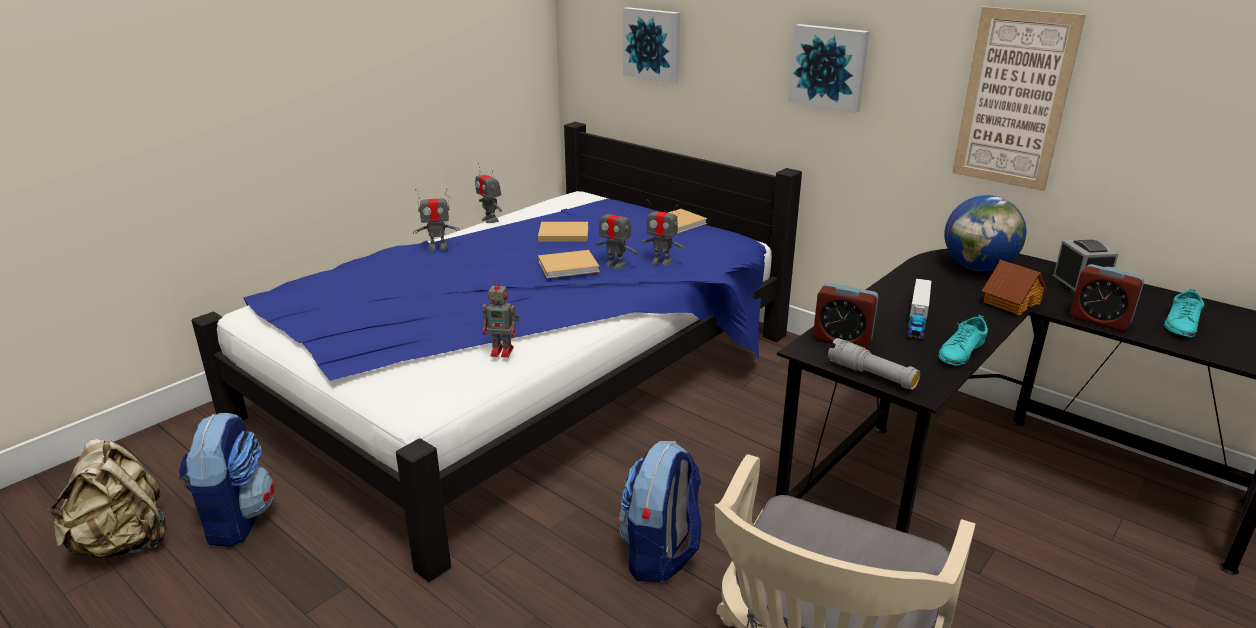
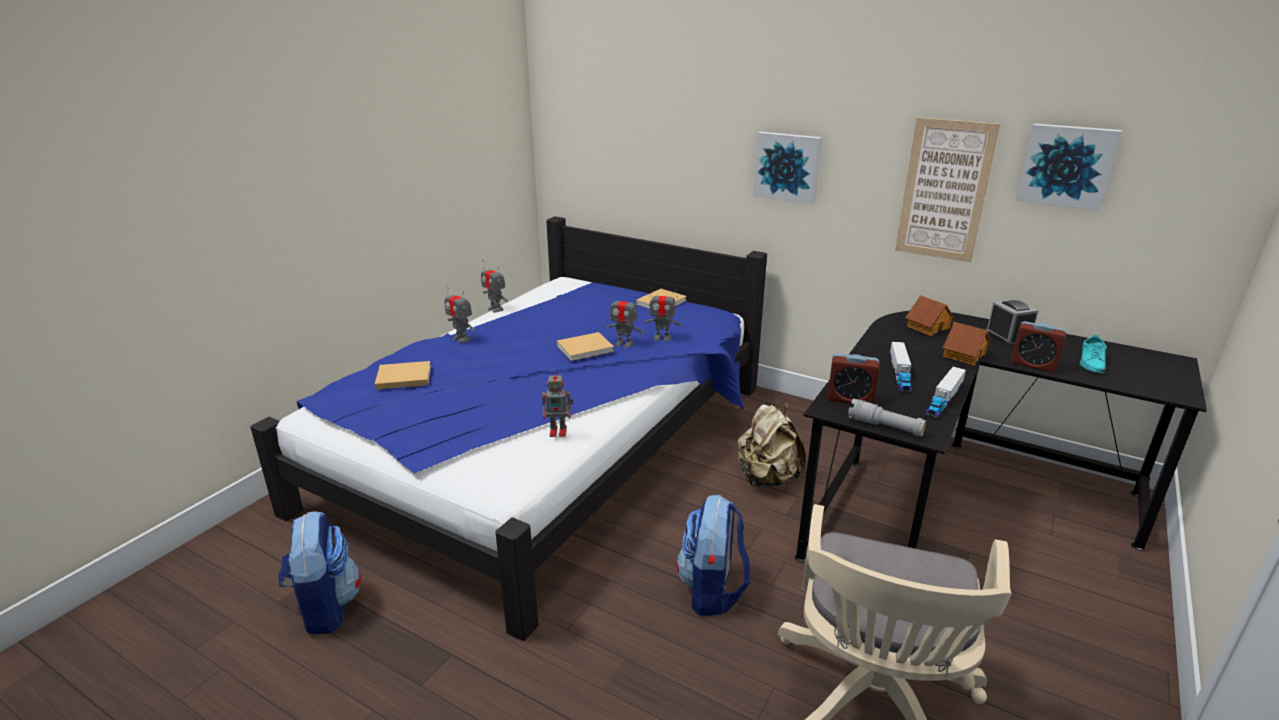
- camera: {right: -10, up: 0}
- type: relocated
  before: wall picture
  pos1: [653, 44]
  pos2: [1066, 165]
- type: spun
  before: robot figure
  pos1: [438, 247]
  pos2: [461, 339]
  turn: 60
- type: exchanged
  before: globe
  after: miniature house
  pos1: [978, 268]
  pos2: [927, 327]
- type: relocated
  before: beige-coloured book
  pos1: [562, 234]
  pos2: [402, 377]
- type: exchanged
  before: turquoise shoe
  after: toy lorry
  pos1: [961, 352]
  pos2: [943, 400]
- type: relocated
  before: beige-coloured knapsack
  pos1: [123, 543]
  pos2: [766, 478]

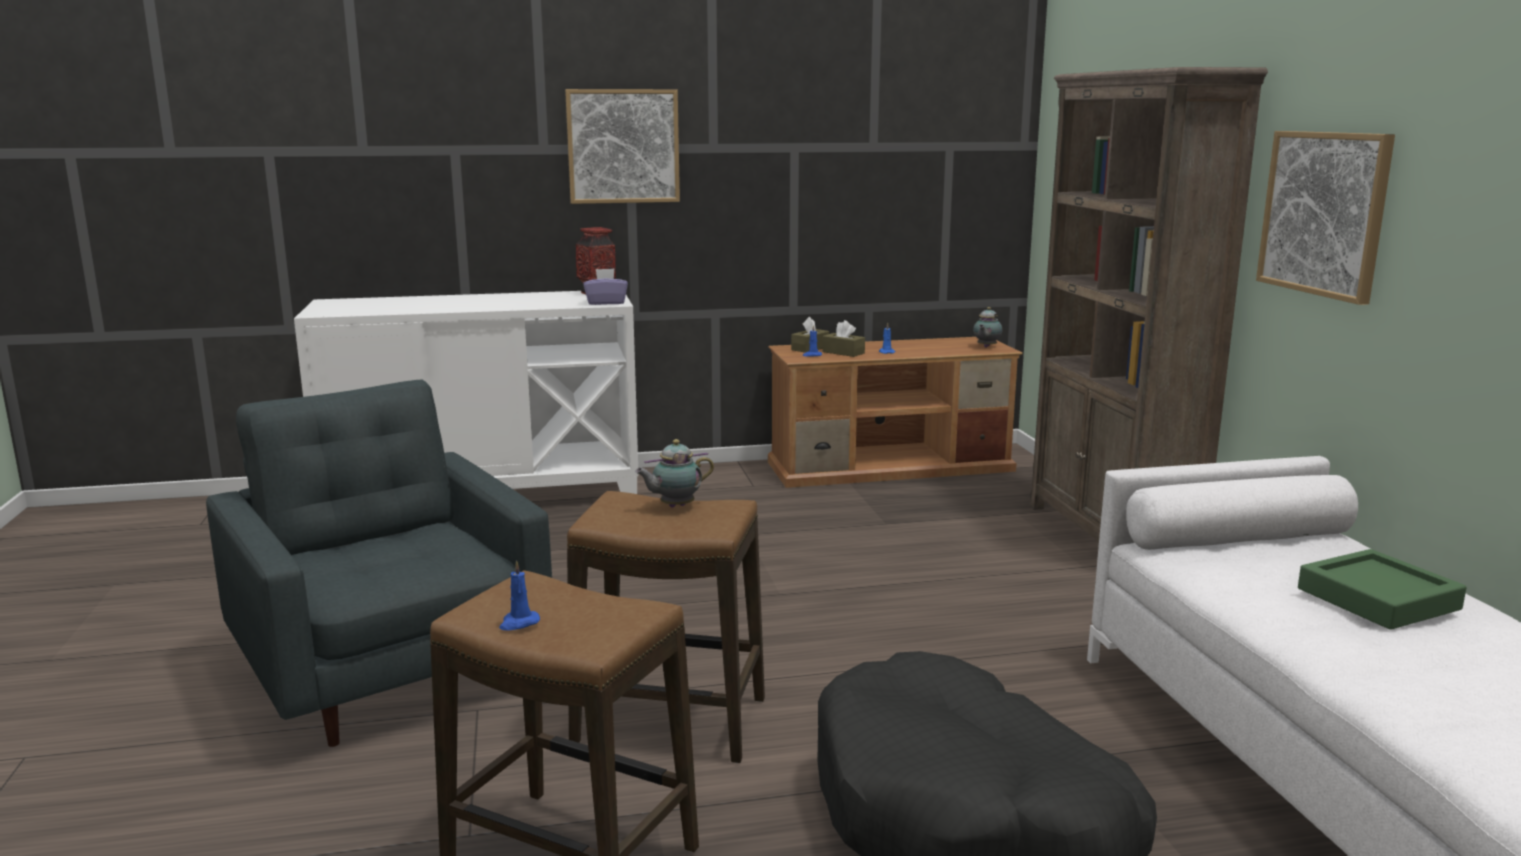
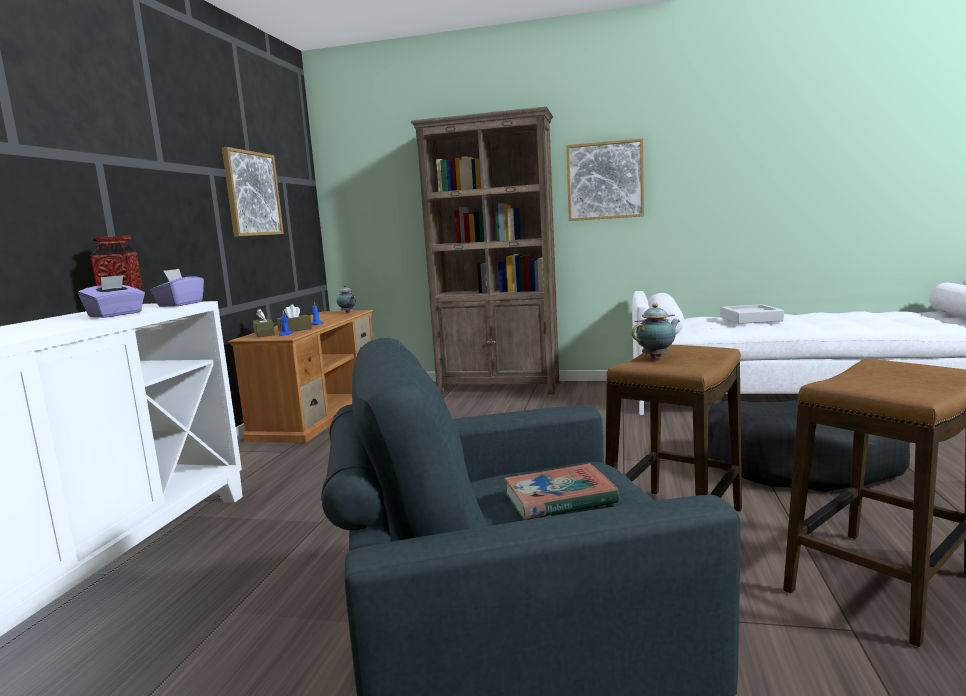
- camera: {right: -65, up: -5}
- type: relocated
  before: wall picture
  pos1: [623, 146]
  pos2: [252, 194]
- type: spun
  before: pot for tea
  pos1: [674, 506]
  pos2: [657, 357]
  turn: -120
- type: colour
  before: green tray
  after: greyish tray
  pos1: [1377, 599]
  pos2: [750, 319]
- type: missing
  before: blue-coloured candle
  pos1: [519, 623]
- type: appeared
  after: purplish box of tissues
  pos2: [116, 315]
- type: appeared
  after: book
  pos2: [559, 498]

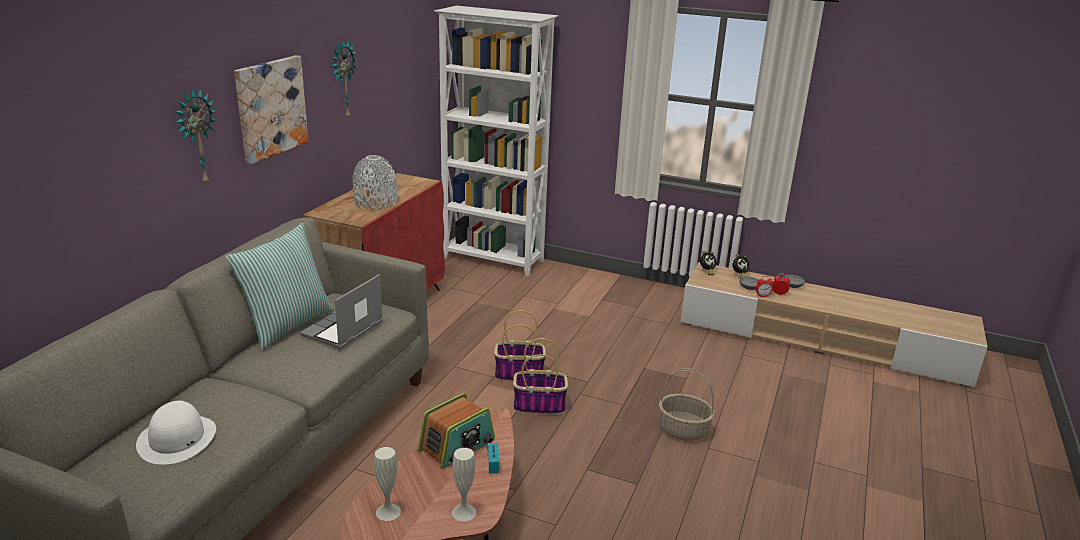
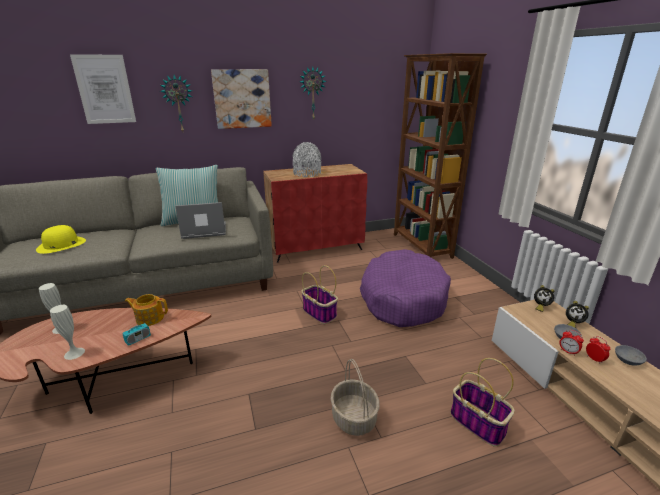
- camera: {right: 50, up: 0}
- type: colour
  before: white-coloured shelving unit
  after: brownish shelving unit
  pos1: [493, 260]
  pos2: [421, 246]
- type: relocated
  before: storage basket
  pos1: [540, 406]
  pos2: [478, 423]
- type: exchanged
  before: radio receiver
  after: pot for tea
  pos1: [457, 446]
  pos2: [149, 318]
- type: colour
  before: white-coloured wearable hat
  after: yellow wearable hat
  pos1: [177, 439]
  pos2: [61, 245]
- type: appeared
  after: wall picture
  pos2: [104, 89]
- type: appeared
  after: purplish pet bed
  pos2: [402, 298]

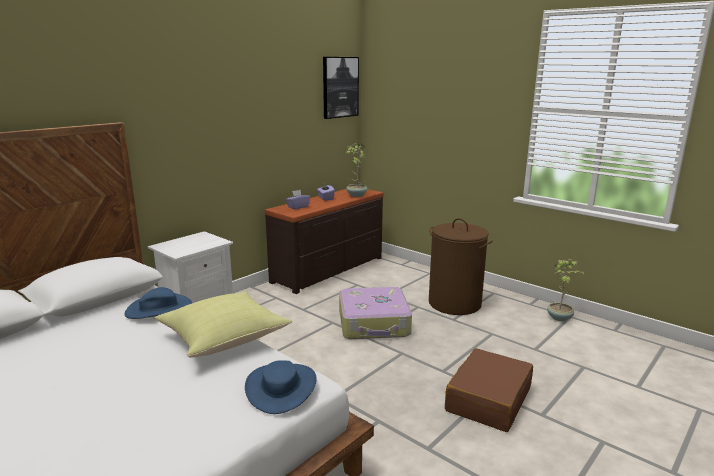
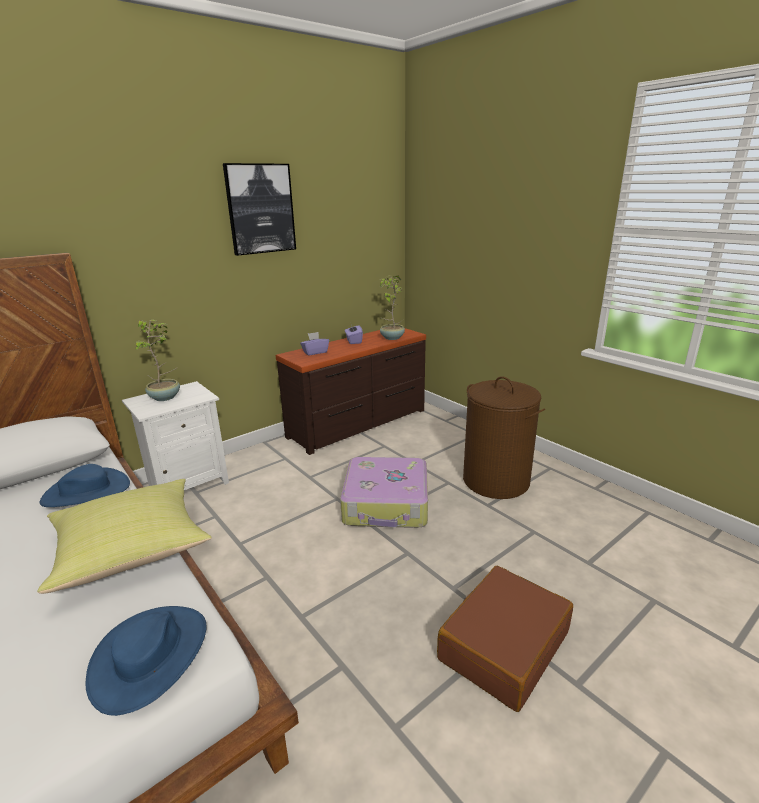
- camera: {right: 10, up: 5}
- type: relocated
  before: wall picture
  pos1: [340, 87]
  pos2: [260, 209]
- type: relocated
  before: houseplant
  pos1: [560, 318]
  pos2: [165, 397]

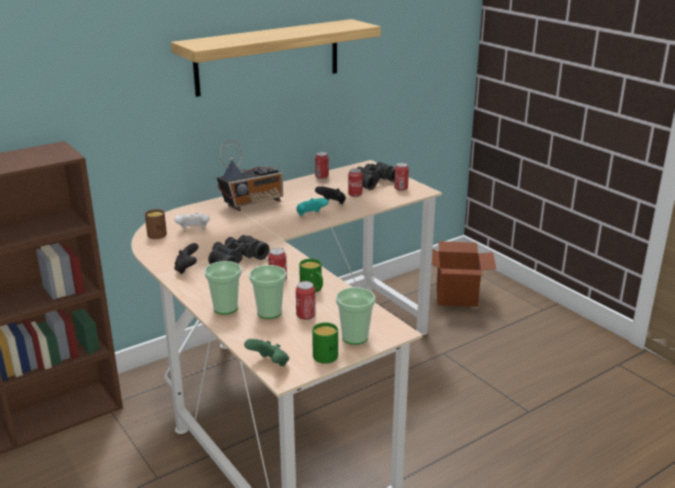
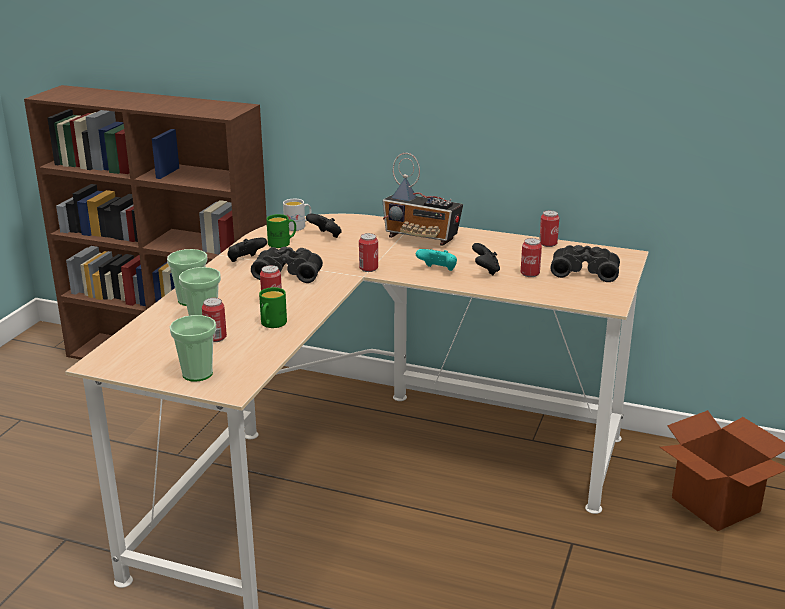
- camera: {right: 55, up: 0}
- type: missing
  before: shelf
  pos1: [268, 57]
- type: relocated
  before: sealed can
  pos1: [401, 188]
  pos2: [368, 269]
- type: colour
  before: brownish tea mug
  after: white-coloured tea mug
  pos1: [158, 233]
  pos2: [298, 226]
- type: colour
  before: white-coloured gamepad
  after: black gamepad
  pos1: [193, 230]
  pos2: [325, 236]
- type: relocated
  before: green tea mug
  pos1: [325, 354]
  pos2: [282, 243]
- type: missing
  before: green gamepad
  pos1: [269, 364]

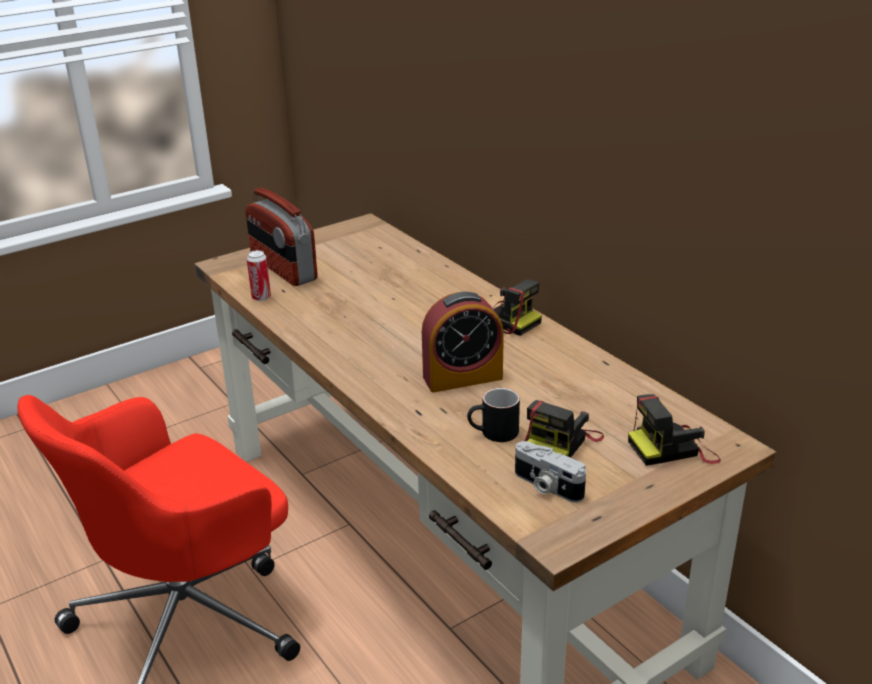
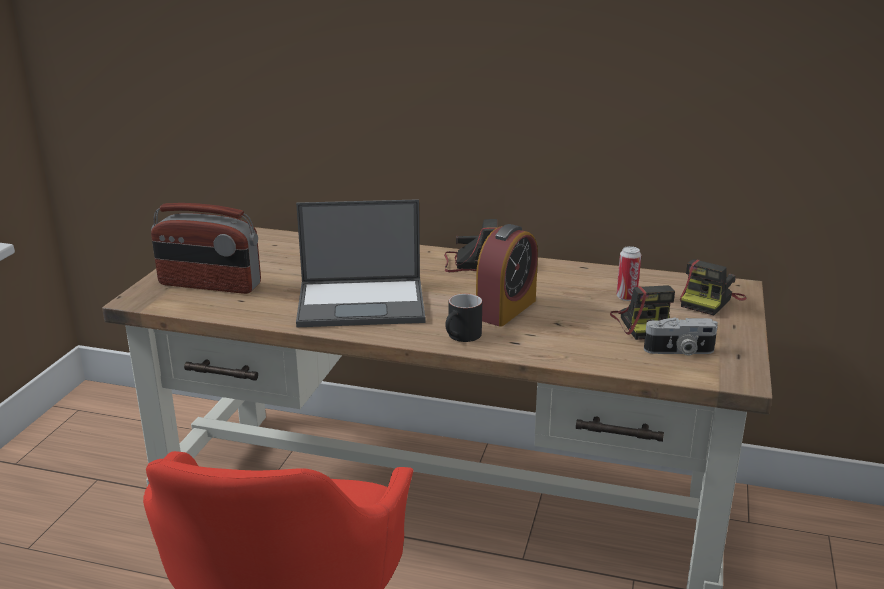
- camera: {right: -40, up: -5}
- type: relocated
  before: sealed can
  pos1: [261, 297]
  pos2: [626, 297]
- type: relocated
  before: black tea mug
  pos1: [493, 434]
  pos2: [462, 337]
- type: appeared
  after: laptop
  pos2: [363, 302]

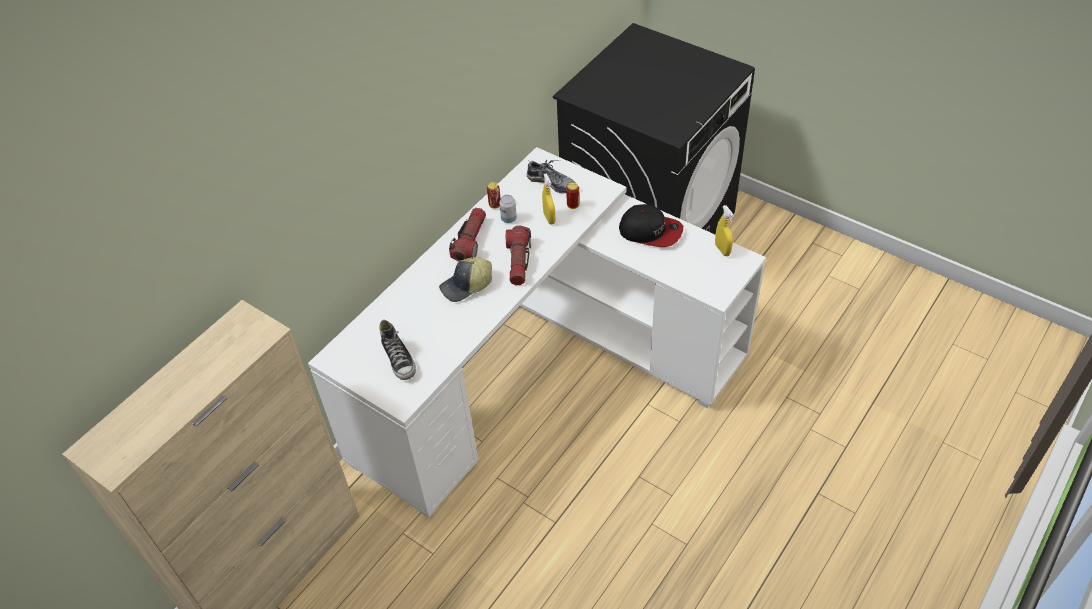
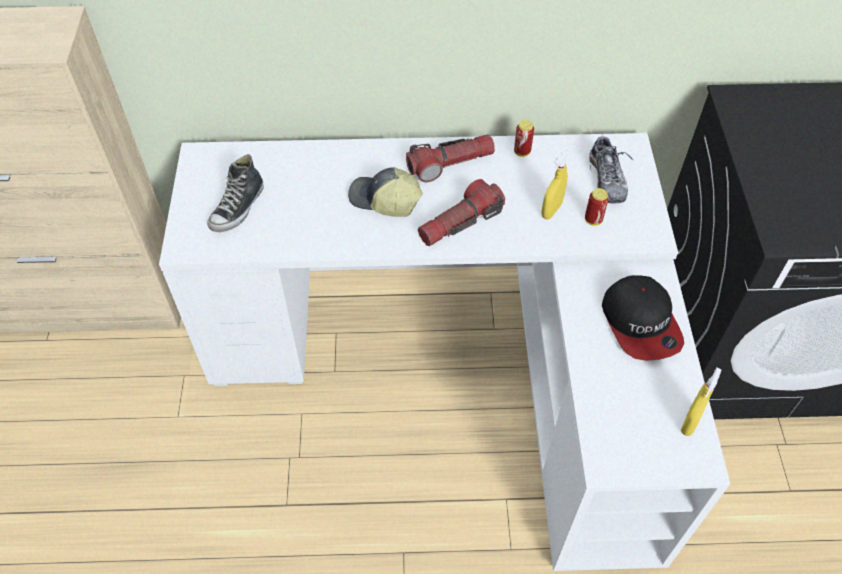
- camera: {right: 50, up: 5}
- type: missing
  before: sealed can
  pos1: [508, 219]

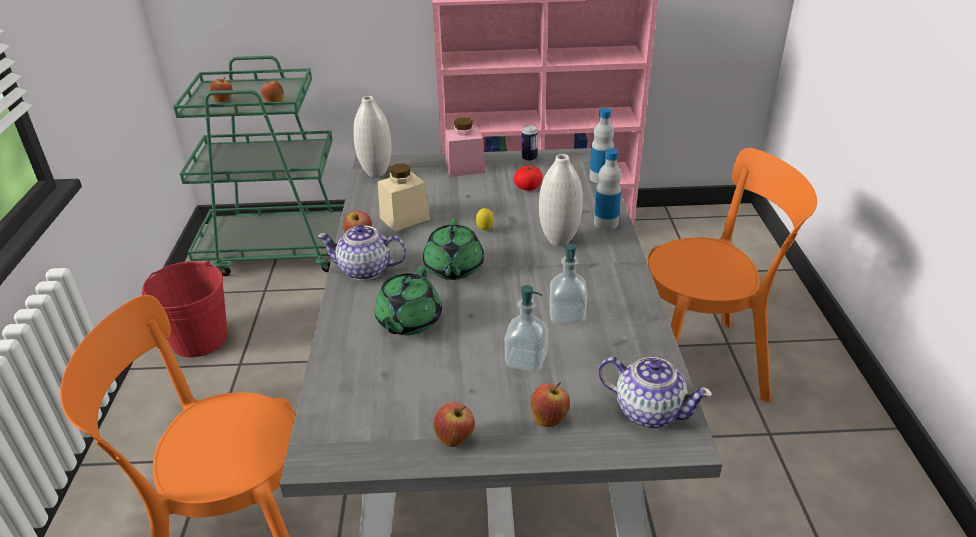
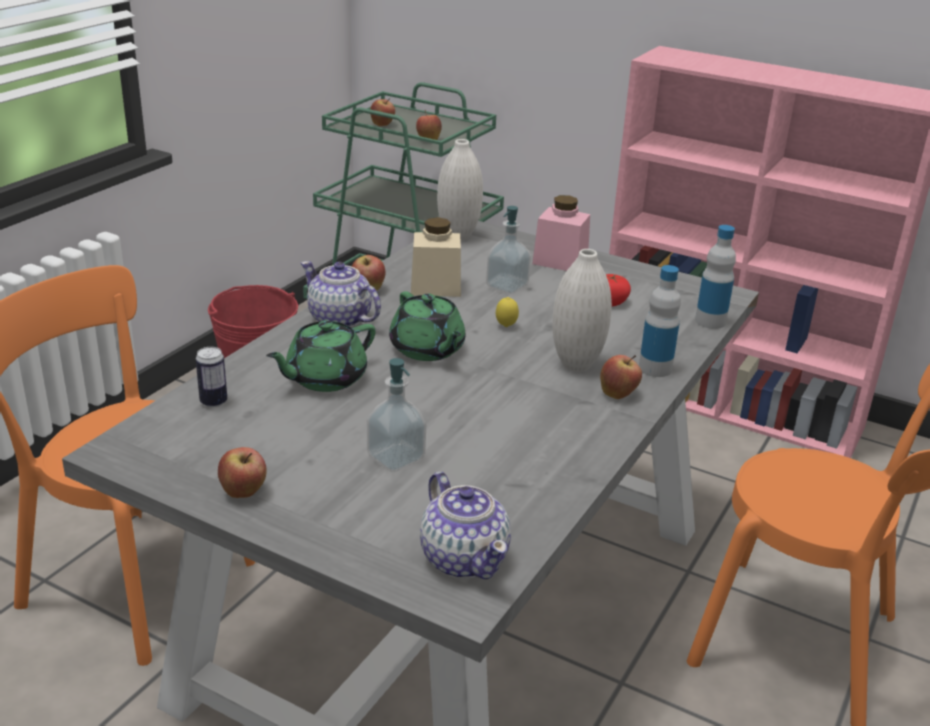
- camera: {right: 30, up: -5}
- type: relocated
  before: sealed can
  pos1: [529, 159]
  pos2: [213, 402]
- type: spun
  before: green pot for tea
  pos1: [453, 269]
  pos2: [427, 350]
  turn: -60
- type: relocated
  before: soap dispenser
  pos1: [567, 315]
  pos2: [507, 286]
- type: relocated
  before: apple
  pos1: [549, 419]
  pos2: [618, 394]

